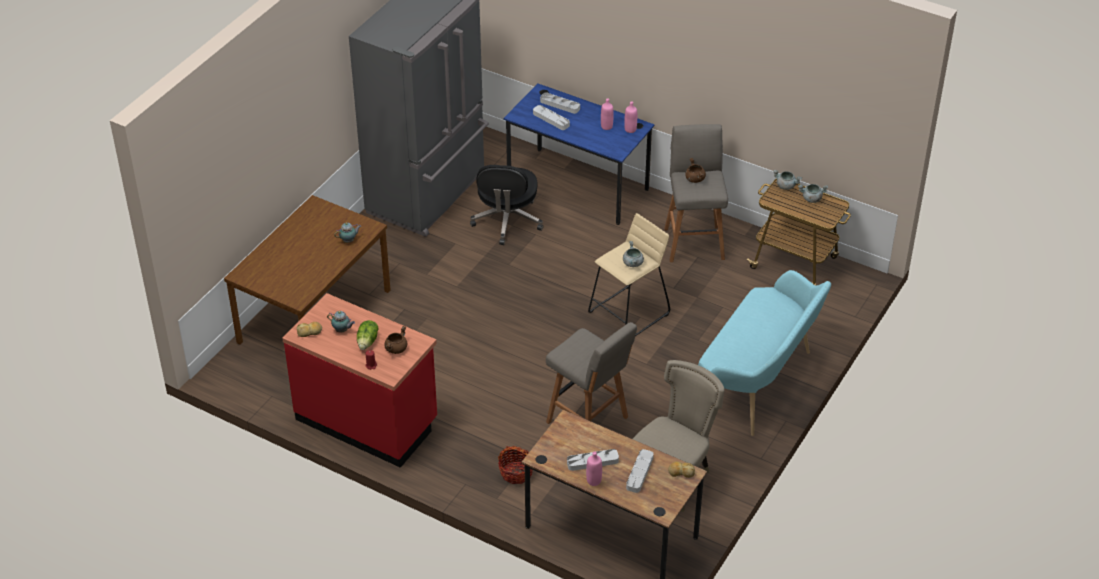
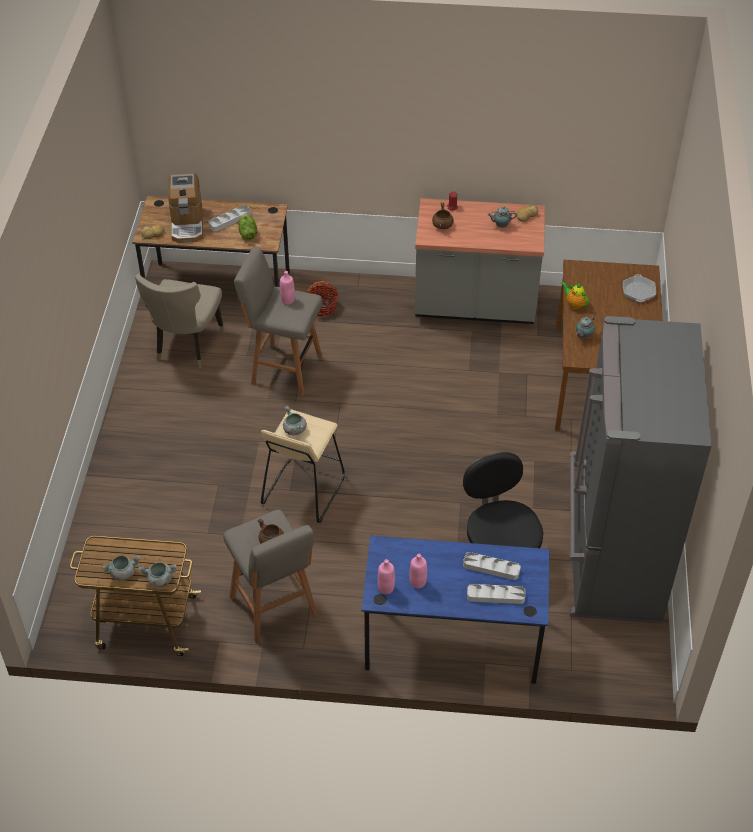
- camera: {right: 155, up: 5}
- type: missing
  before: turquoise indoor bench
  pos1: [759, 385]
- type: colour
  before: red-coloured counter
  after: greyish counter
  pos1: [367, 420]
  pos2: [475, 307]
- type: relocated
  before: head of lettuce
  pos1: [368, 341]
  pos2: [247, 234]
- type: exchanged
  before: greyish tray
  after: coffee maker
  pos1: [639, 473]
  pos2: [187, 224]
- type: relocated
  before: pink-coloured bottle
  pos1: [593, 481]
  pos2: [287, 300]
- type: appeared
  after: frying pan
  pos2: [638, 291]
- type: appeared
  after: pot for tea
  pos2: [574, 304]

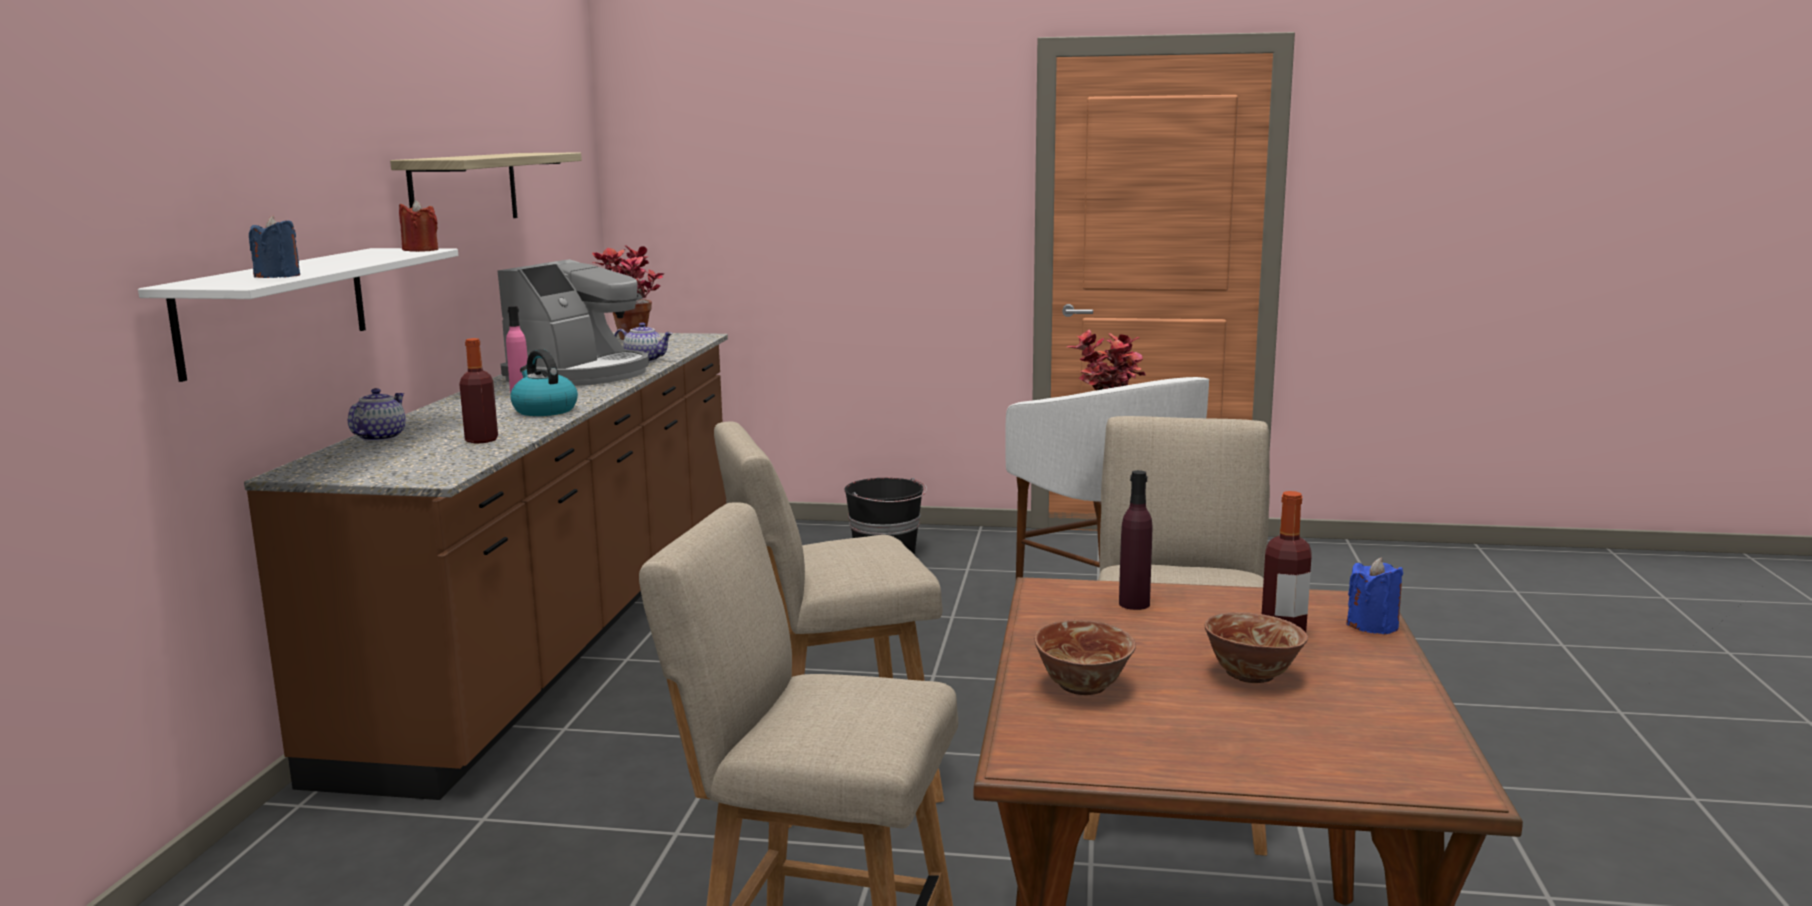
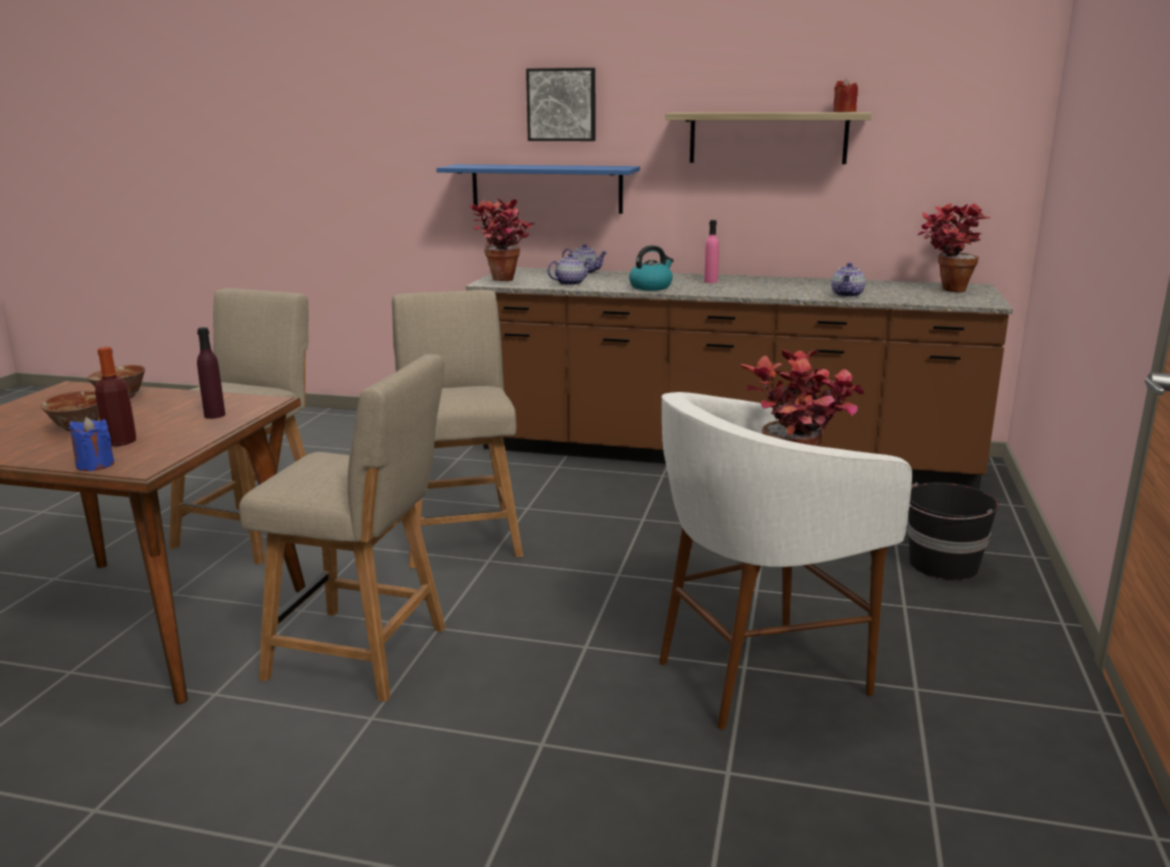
- camera: {right: 95, up: 5}
- type: relocated
  before: red-coloured candle
  pos1: [420, 250]
  pos2: [844, 112]
- type: missing
  before: blue-coloured candle
  pos1: [278, 276]
- type: colour
  before: white-coloured shelf
  after: blue-coloured shelf
  pos1: [275, 309]
  pos2: [546, 188]
- type: missing
  before: coffee maker
  pos1: [581, 374]
- type: exchanged
  before: bottle
  after: pot for tea
  pos1: [481, 440]
  pos2: [570, 283]
- type: appeared
  after: wall picture
  pos2: [562, 104]
- type: appeared
  after: houseplant
  pos2: [503, 281]

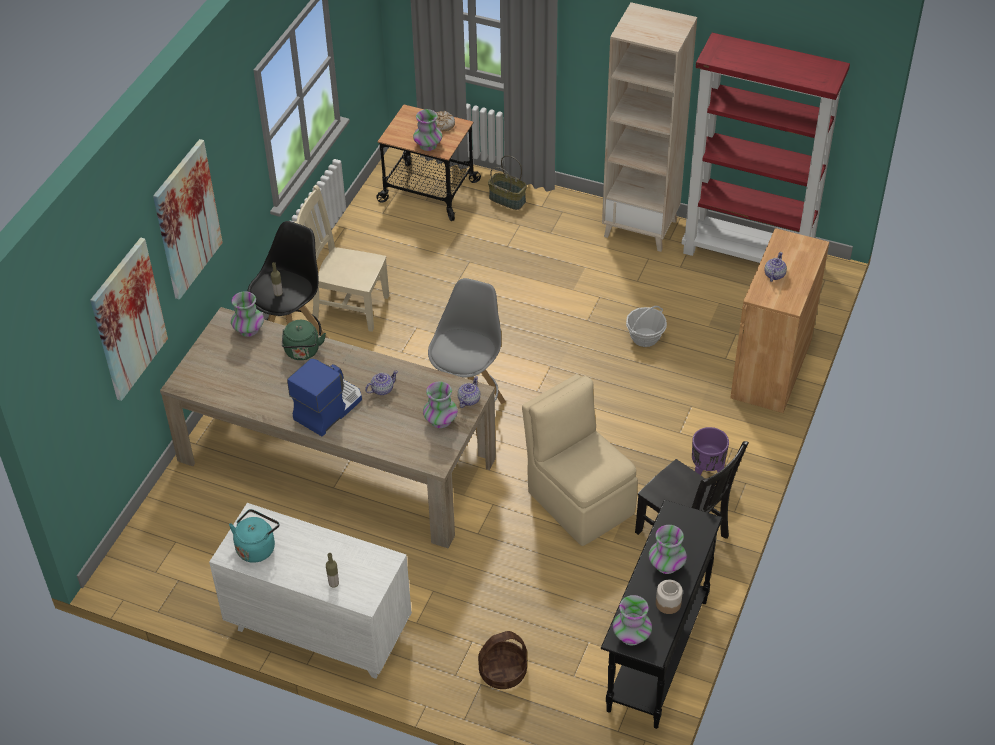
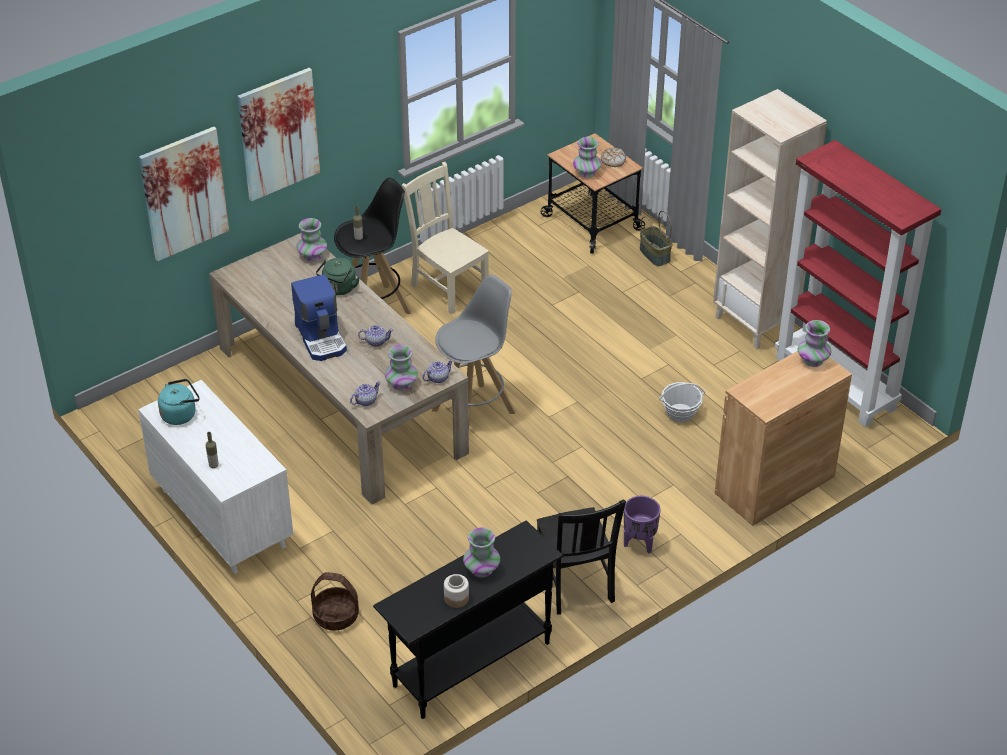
- camera: {right: 30, up: -5}
- type: relocated
  before: pot for tea
  pos1: [774, 275]
  pos2: [365, 401]
- type: spun
  before: coffee maker
  pos1: [328, 408]
  pos2: [322, 338]
  turn: 90
- type: missing
  before: beige-coloured upright chair
  pos1: [579, 500]
- type: relocated
  before: decorative vase
  pos1: [631, 636]
  pos2: [812, 360]

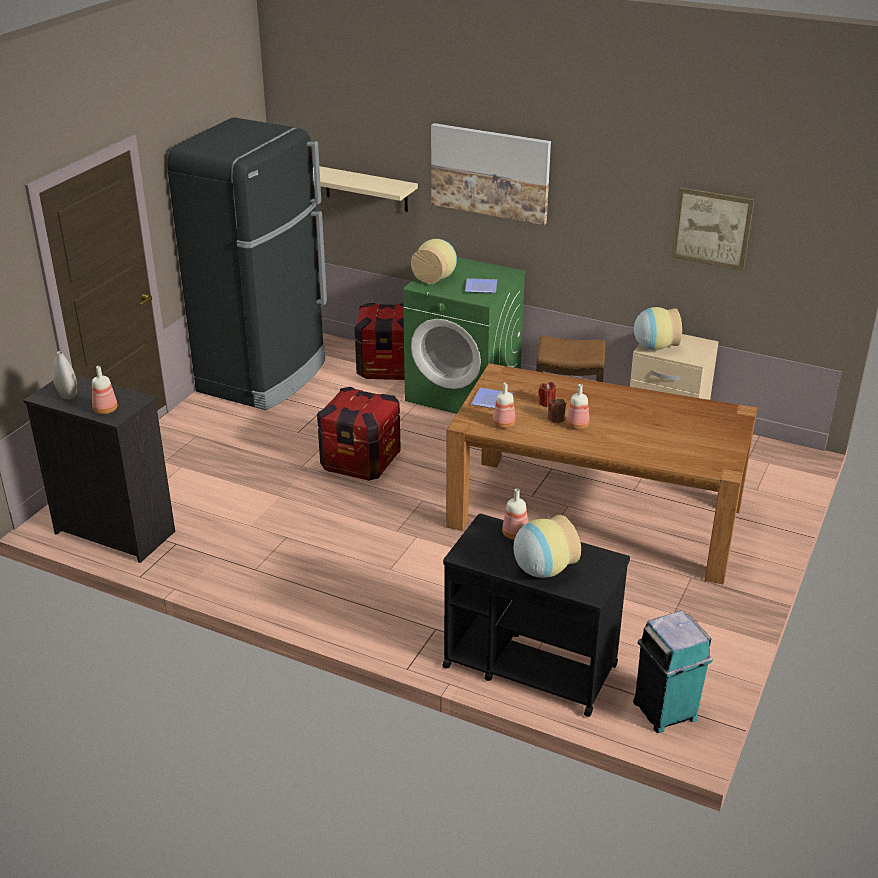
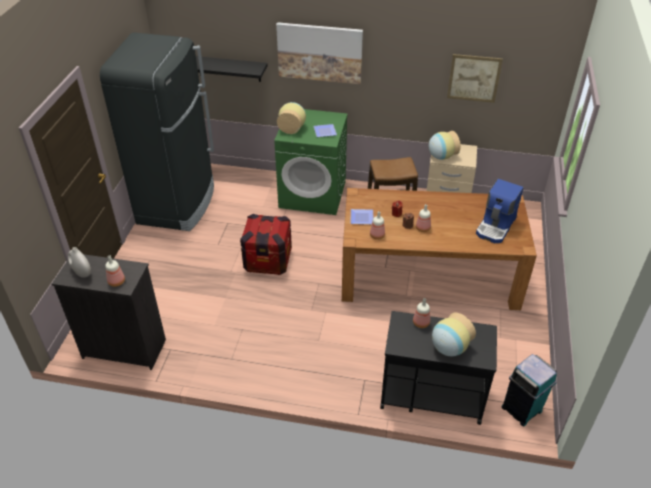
- camera: {right: -15, up: 10}
- type: colour
  before: beige-coloured shelf
  after: black shelf
  pos1: [366, 189]
  pos2: [229, 68]
- type: missing
  before: shipping crate
  pos1: [387, 367]
- type: appeared
  after: coffee maker
  pos2: [496, 227]

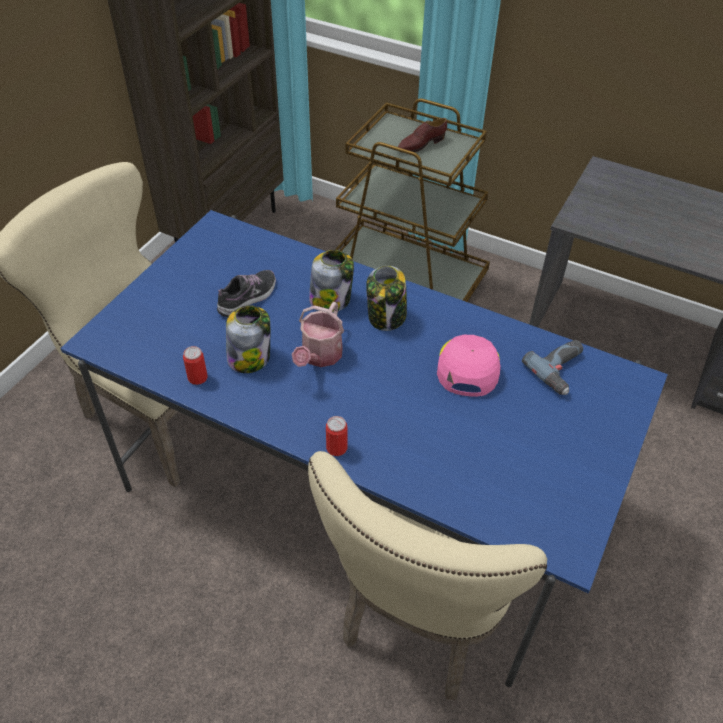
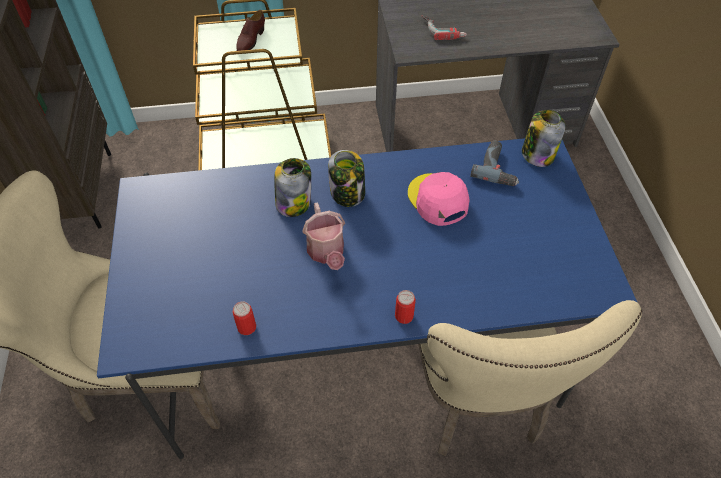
- camera: {right: -35, up: 5}
- type: missing
  before: shoe
  pos1: [248, 298]
- type: relocated
  before: storage jar
  pos1: [250, 357]
  pos2: [537, 154]
- type: appeared
  after: electric drill
  pos2: [443, 29]

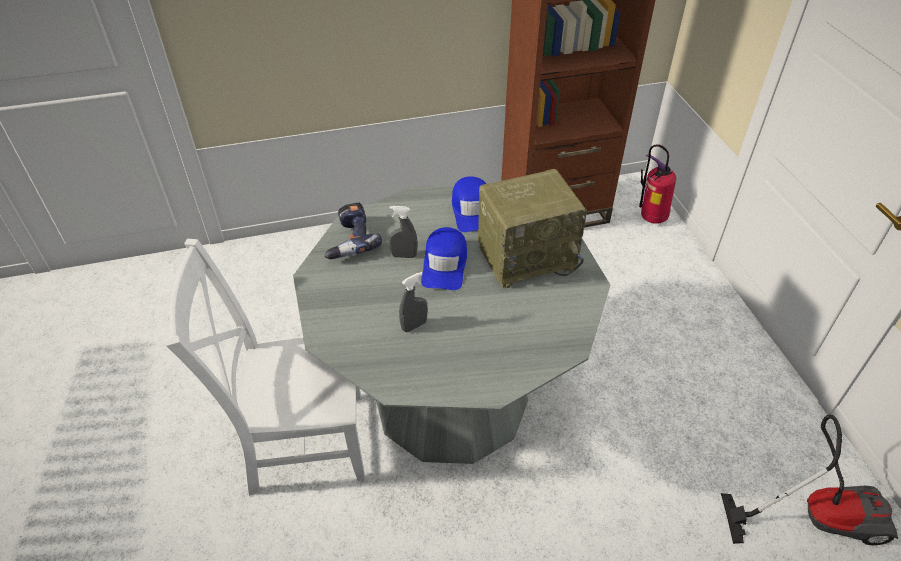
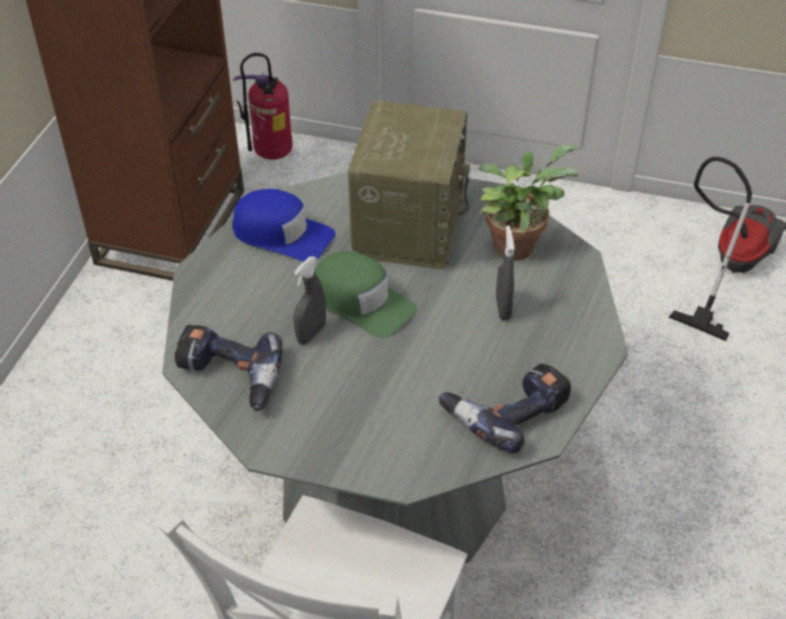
- camera: {right: -60, up: 0}
- type: colour
  before: blue-coloured peaked cap
  after: green peaked cap
  pos1: [445, 264]
  pos2: [361, 301]
- type: relocated
  before: greyish sprayer
  pos1: [414, 326]
  pos2: [503, 308]
- type: appeared
  after: houseplant
  pos2: [516, 244]
- type: appeared
  after: electric drill
  pos2: [506, 411]

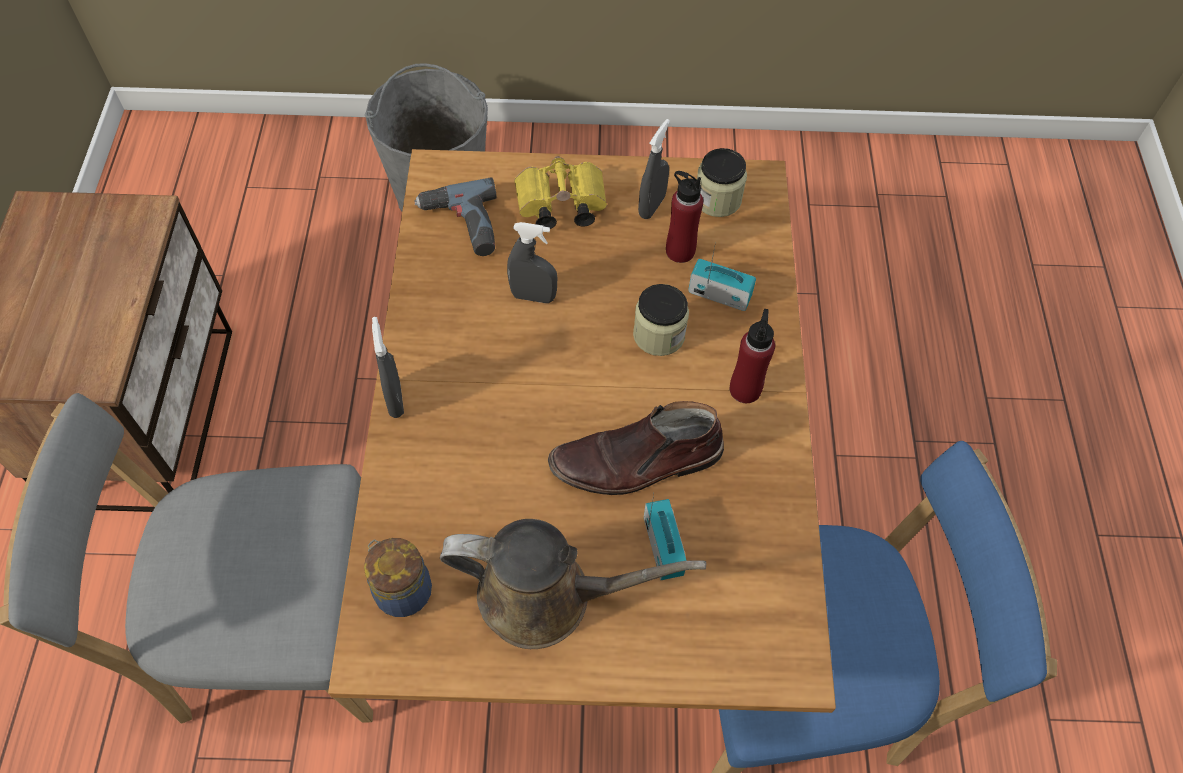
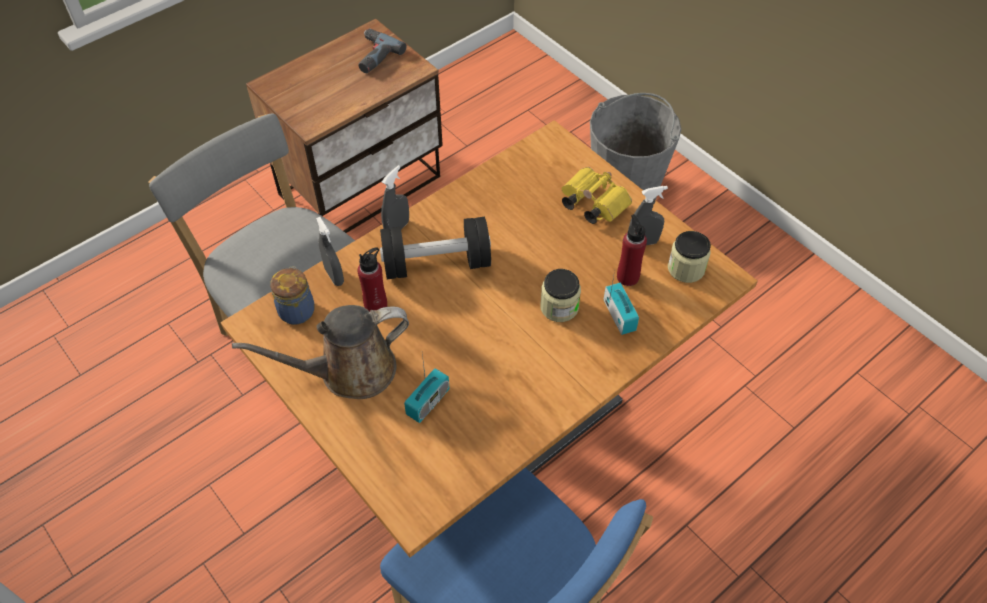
- camera: {right: 50, up: -5}
- type: relocated
  before: electric drill
  pos1: [461, 226]
  pos2: [372, 56]
- type: relocated
  before: greyish sprayer
  pos1: [533, 296]
  pos2: [334, 276]
- type: relocated
  before: red-coloured bottle
  pos1: [745, 389]
  pos2: [376, 306]
- type: missing
  before: brownish high-top boot
  pos1: [637, 462]
- type: spun
  before: brownish sprinkling can
  pos1: [546, 596]
  pos2: [350, 371]
  turn: 105
- type: appeared
  after: black hand weight
  pos2: [436, 263]

